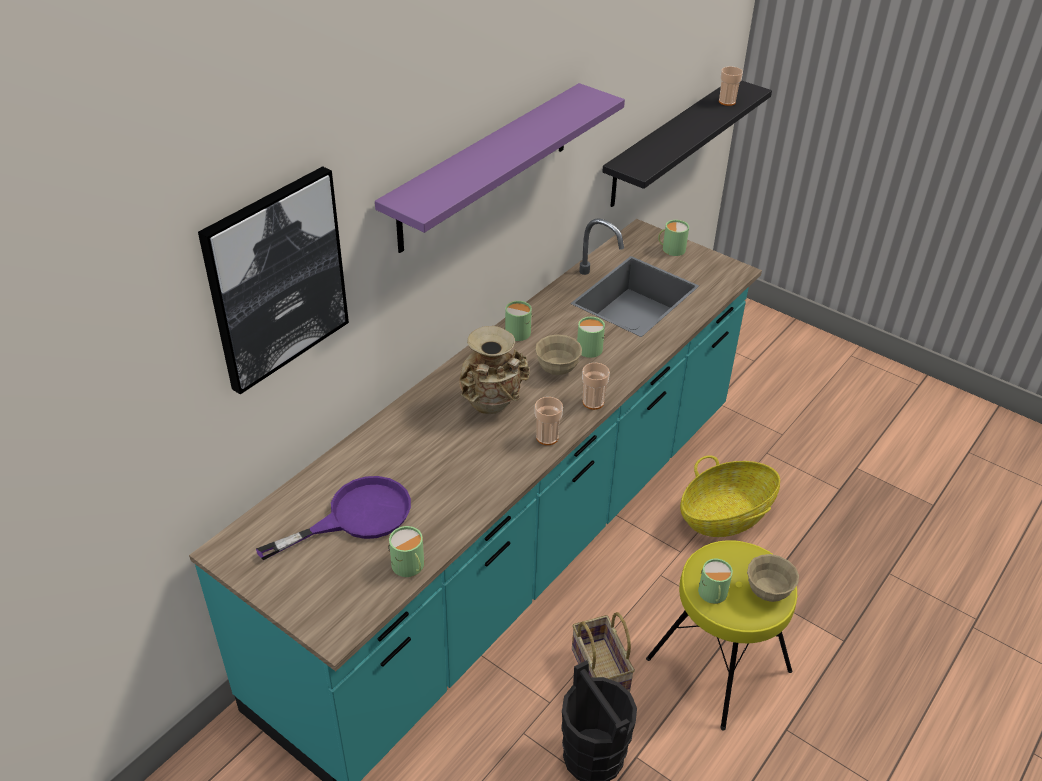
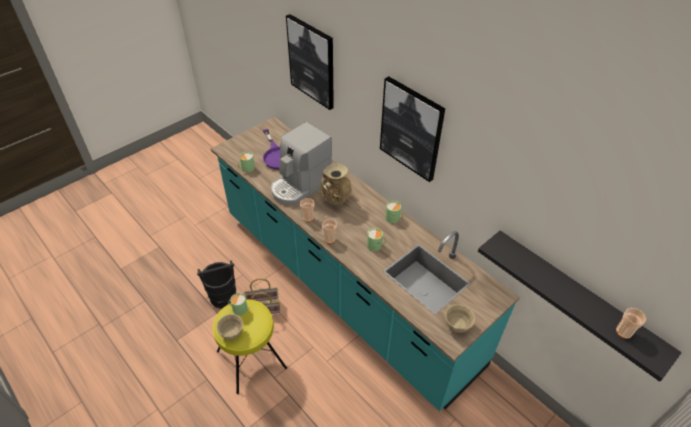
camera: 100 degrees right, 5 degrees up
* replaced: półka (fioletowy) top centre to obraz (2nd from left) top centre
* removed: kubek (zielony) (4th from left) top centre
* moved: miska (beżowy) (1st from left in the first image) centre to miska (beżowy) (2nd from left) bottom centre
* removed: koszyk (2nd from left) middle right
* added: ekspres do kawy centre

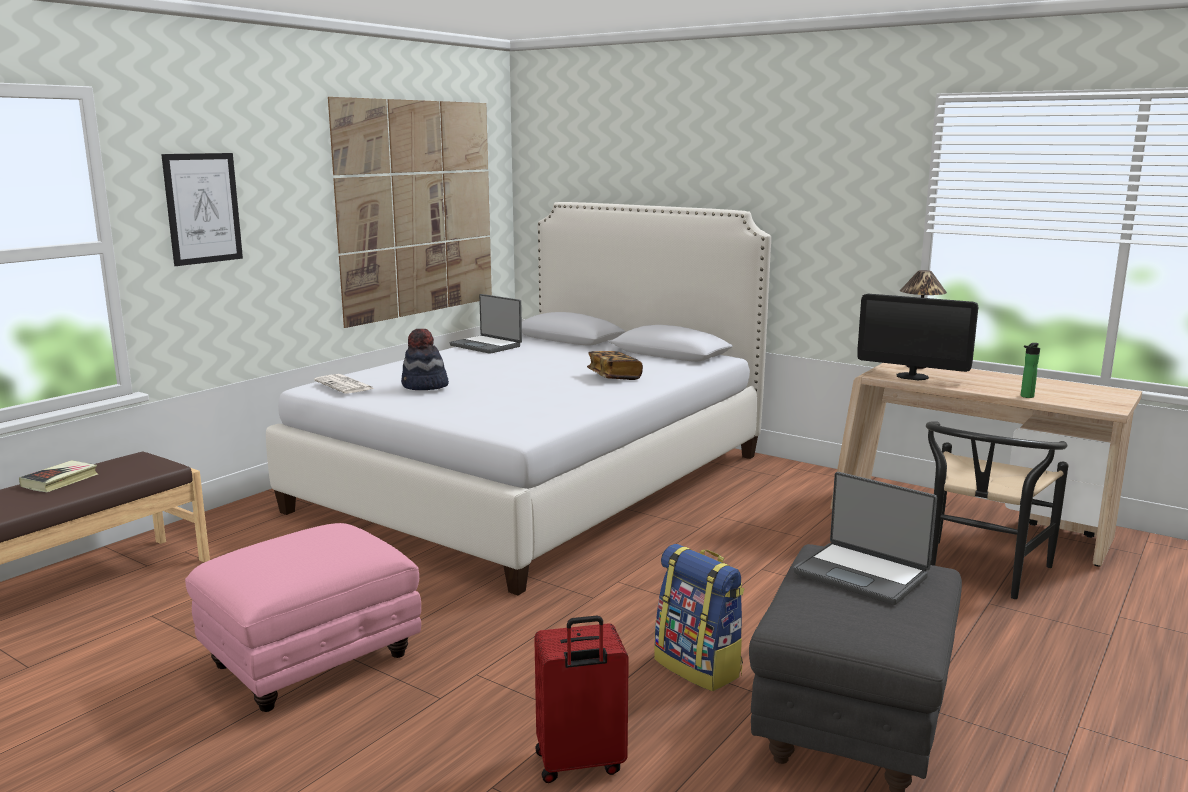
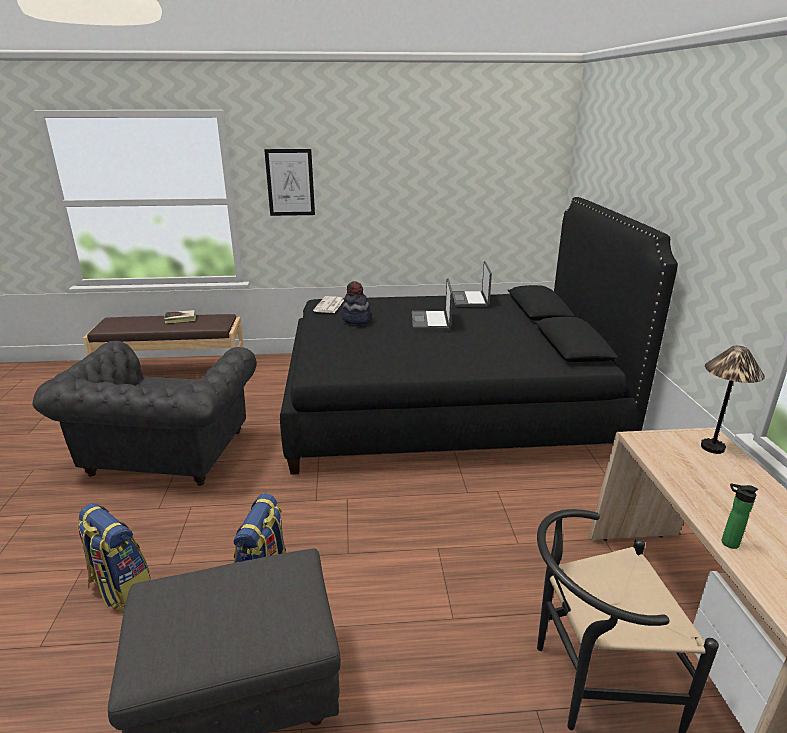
camera: 50 degrees right, 10 degrees up
* removed: obraz (2nd from left) top centre
* recoloured: łóżko (biały) centre to łóżko (czarny) centre
* removed: monitor middle right
* removed: książka (2nd from left) centre
* moved: laptop (2nd from left in the first image) bottom right to laptop (1st from left) centre
* replaced: pufa (różowy) bottom left to fotel (szary) middle left
* replaced: walizka (czerwony) bottom centre to plecak (1st from left) bottom left

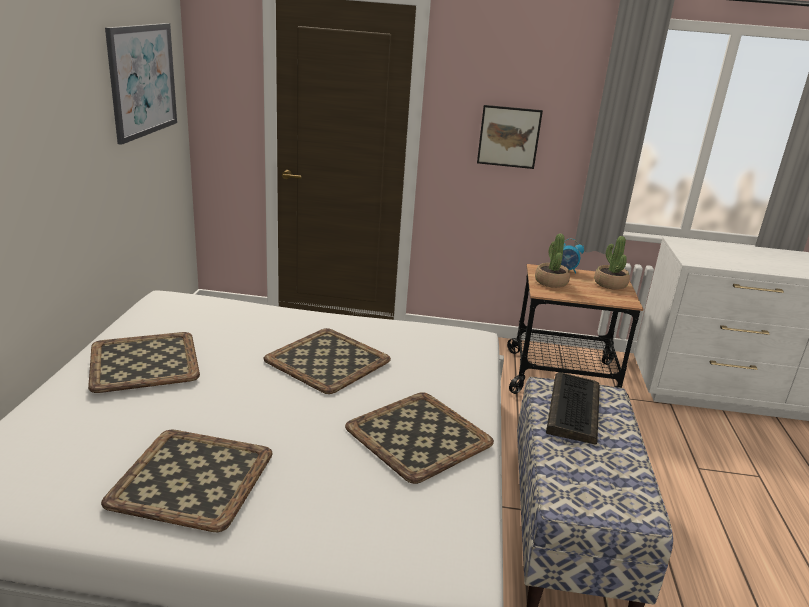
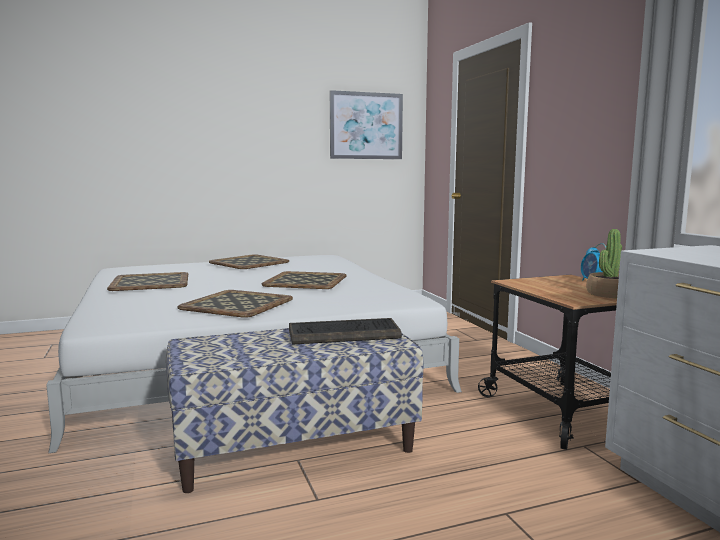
camera: 65 degrees right, 15 degrees down
* removed: obraz (2nd from left) top centre
* removed: roślina doniczkowa (1st from left) middle right

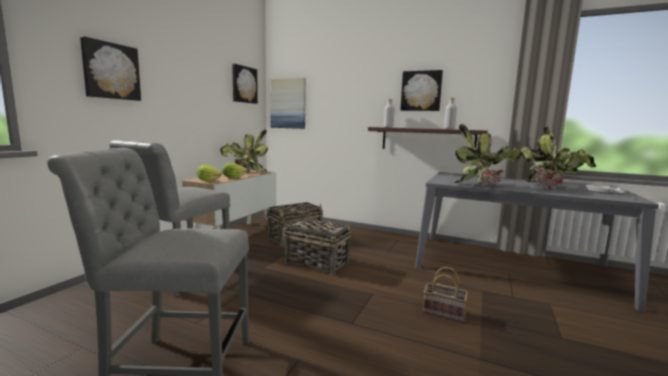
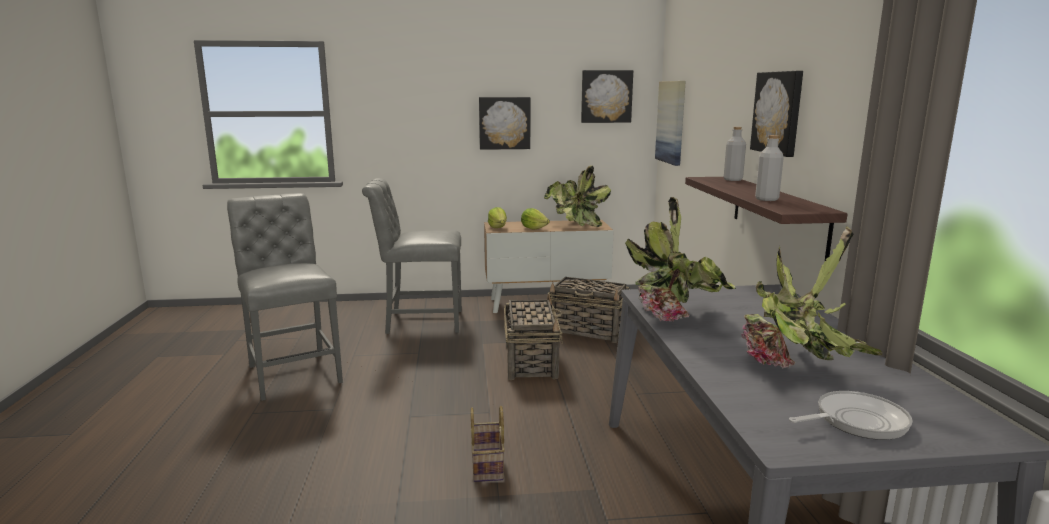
camera: 60 degrees right, 5 degrees up
* moved: obraz (1st from left) top left to top centre

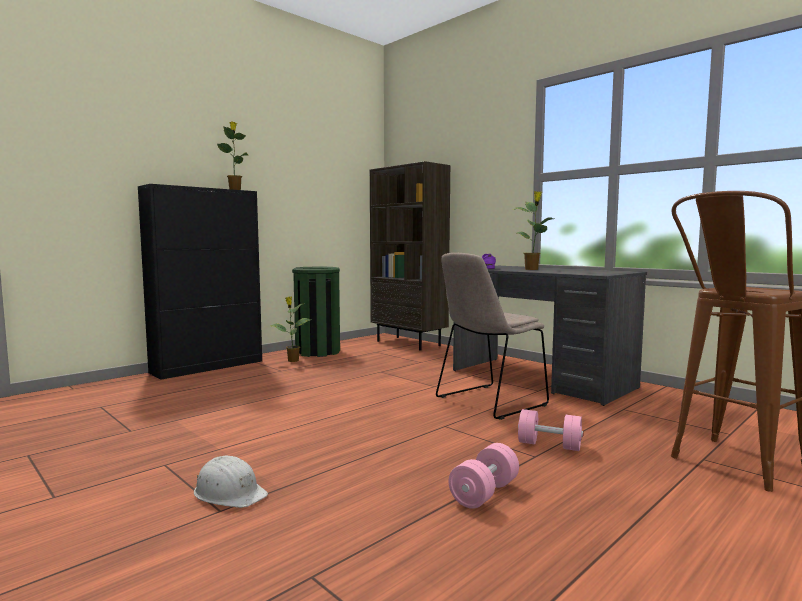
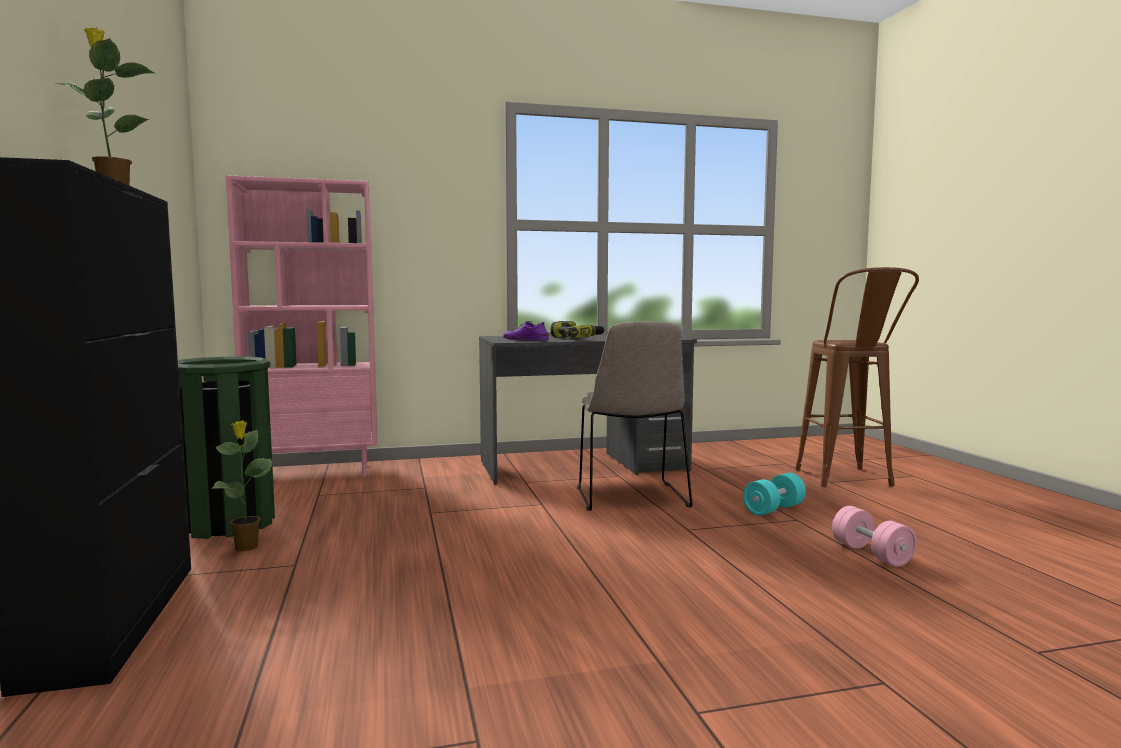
camera: 60 degrees left, 0 degrees up
* recoloured: regał (brązowy) centre to regał (różowy) middle left
* replaced: roślina doniczkowa (3rd from left) centre to wiertarka centre
* recoloured: hantel (różowy) (2nd from left) bottom right to hantel (turkusowy) middle right
* removed: kask (biały) bottom left

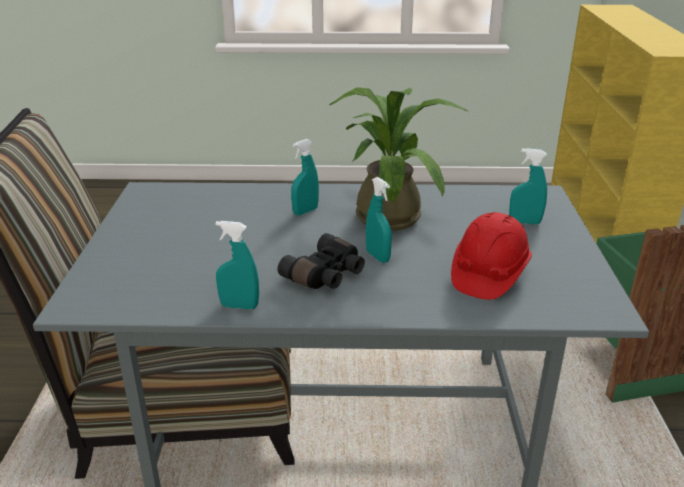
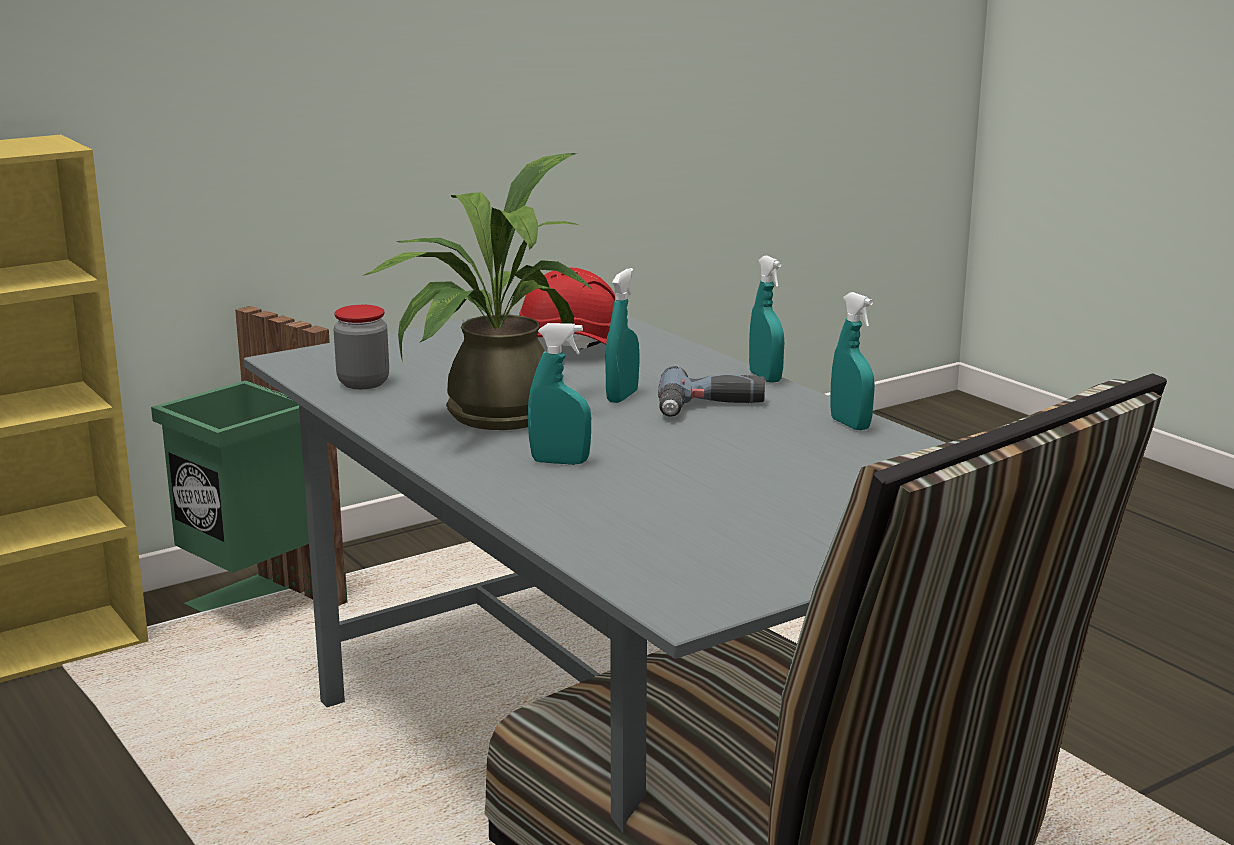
camera: 125 degrees left, 10 degrees down
* moved: spryskiwacz (turkusowy) (4th from left in the first image) middle right to spryskiwacz (turkusowy) (3rd from left) centre
* replaced: lornetka (czarny) centre to wiertarka centre
* added: słoik middle left

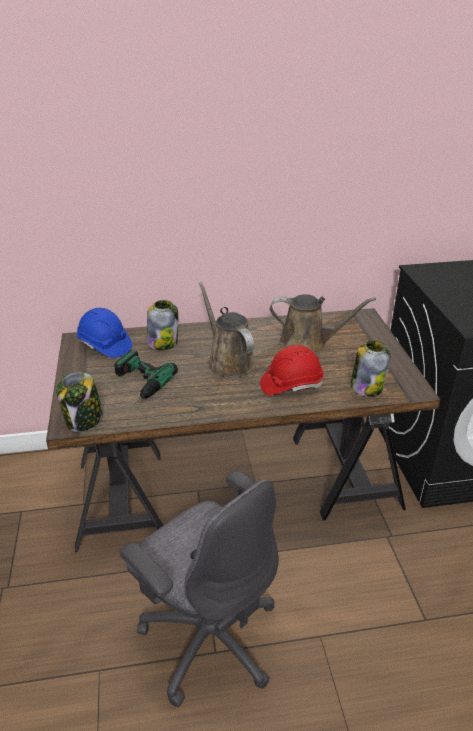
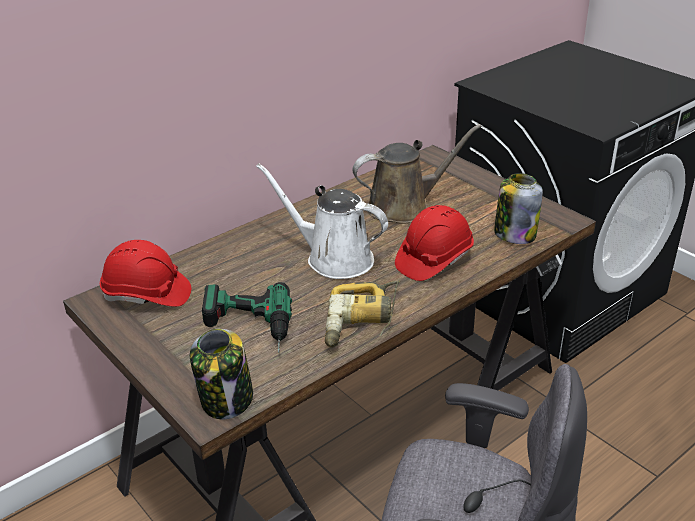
camera: 30 degrees left, 0 degrees up
* recoloured: konewka (brązowy) (1st from left) centre to konewka (biały) centre
* removed: słoik (2nd from left) centre
* recoloured: kask (niebieski) middle left to kask (czerwony) (1st from left) middle left
* added: wiertarka (2nd from left) centre

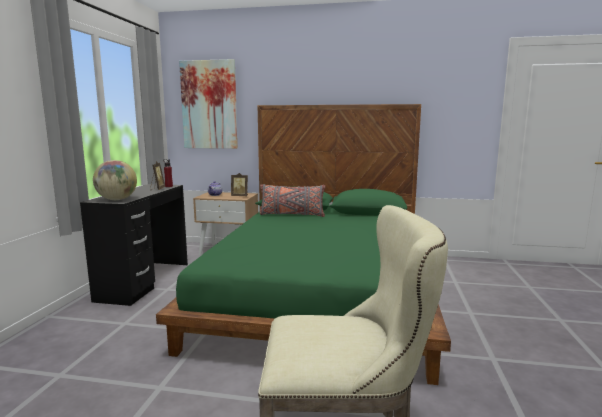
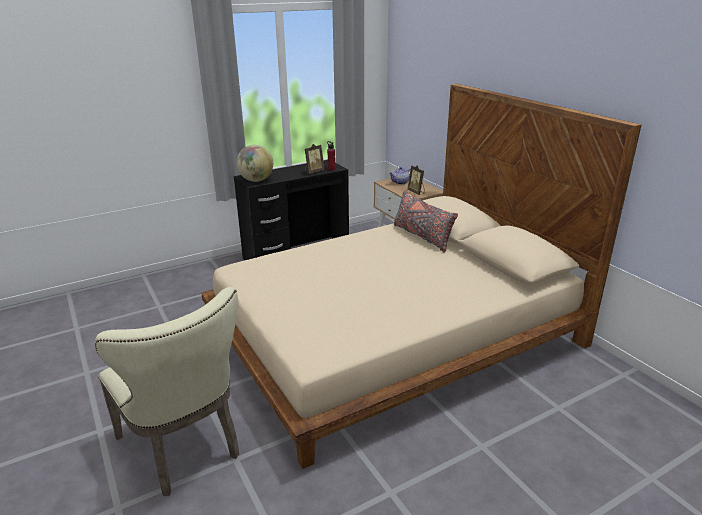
camera: 50 degrees right, 15 degrees up
* removed: obraz top centre
* recoloured: łóżko (zielony) centre to łóżko (beżowy) centre

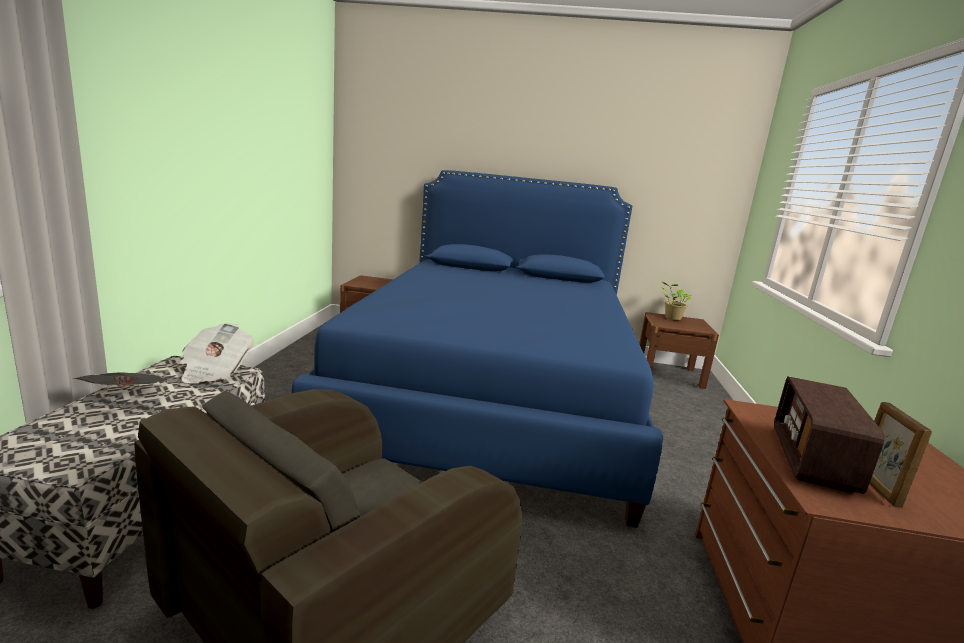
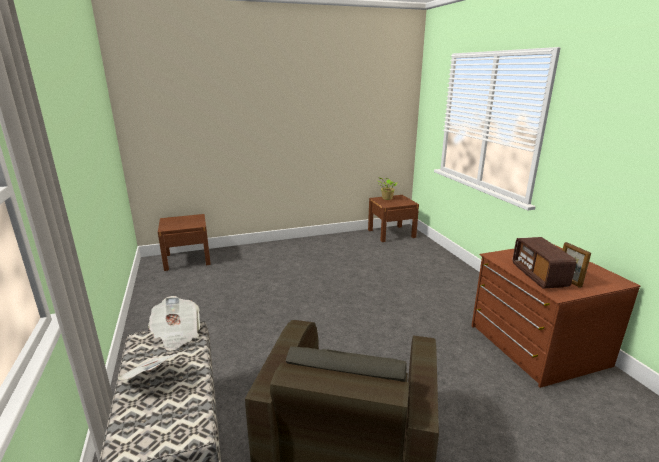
camera: 25 degrees left, 5 degrees up
* removed: łóżko (niebieski) centre

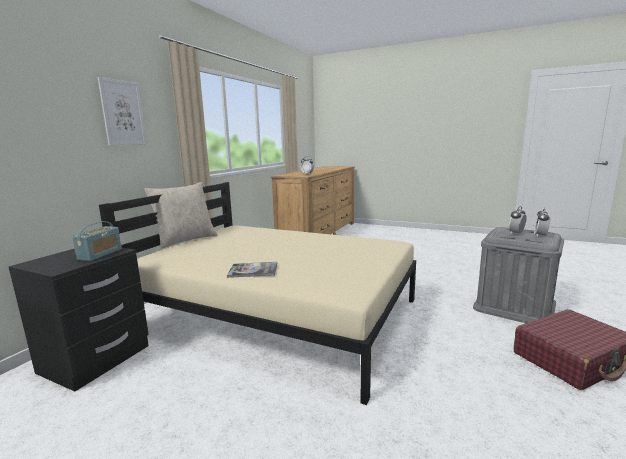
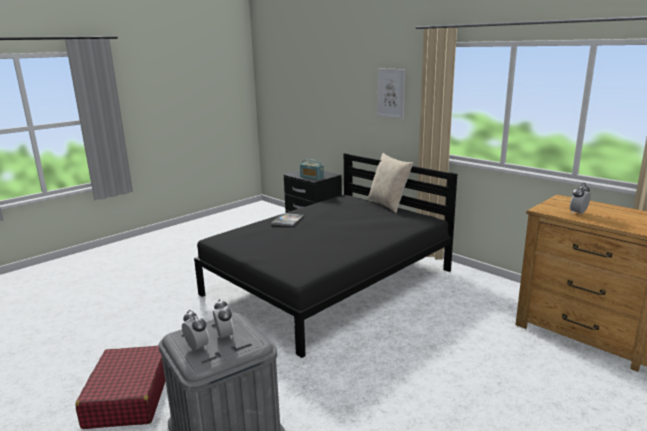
camera: 110 degrees right, 5 degrees up
* recoloured: łóżko (beżowy) centre to łóżko (czarny) centre

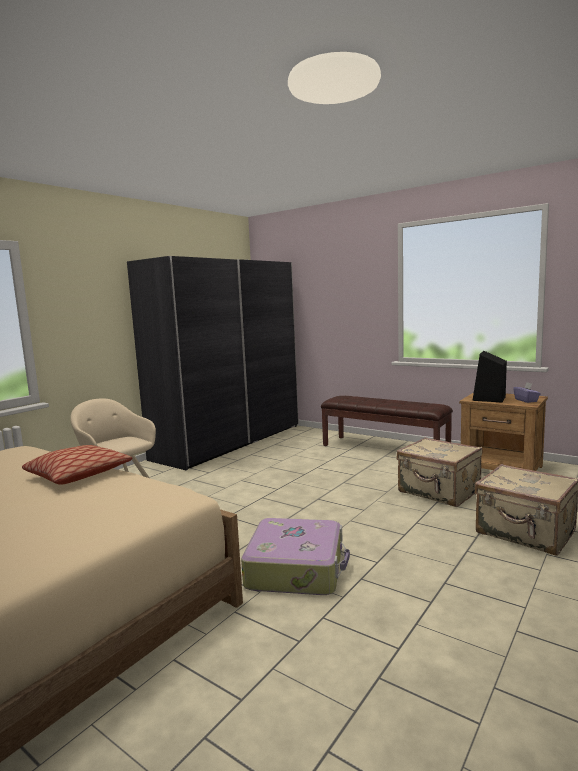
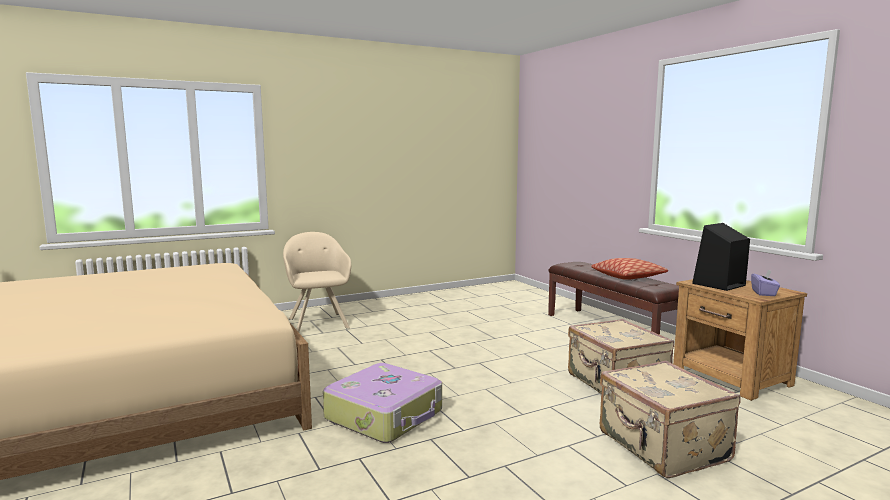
camera: 25 degrees right, 0 degrees up
* removed: szafa (szary) centre
* moved: poduszka middle left to middle right

